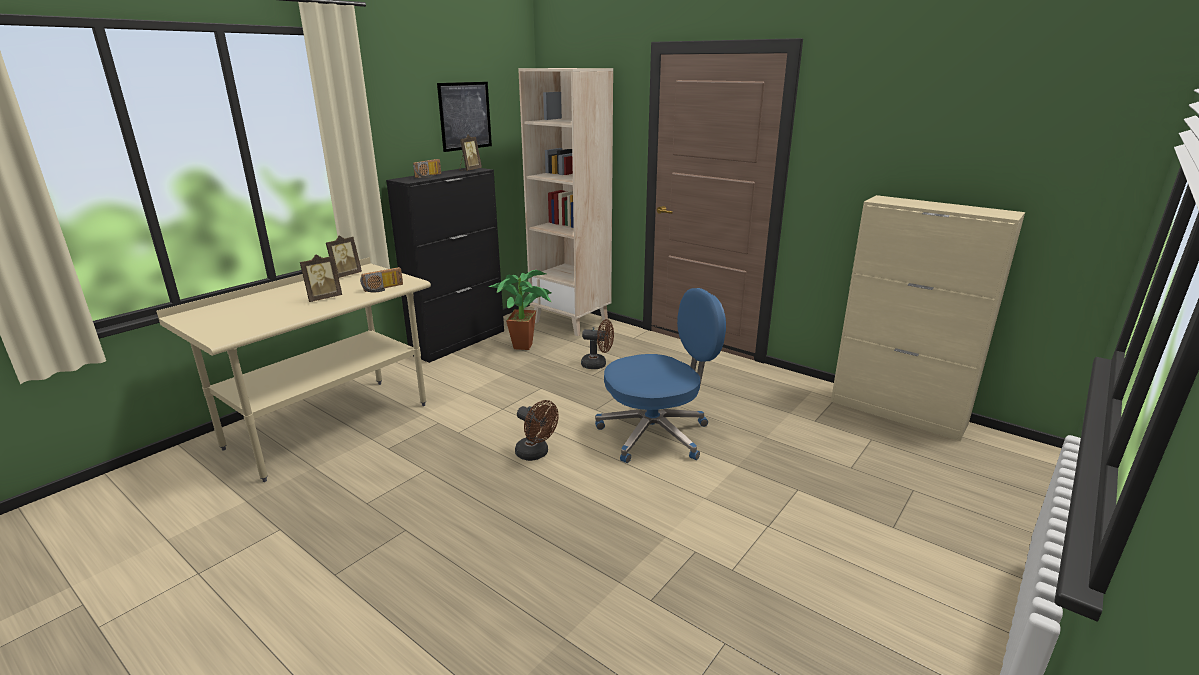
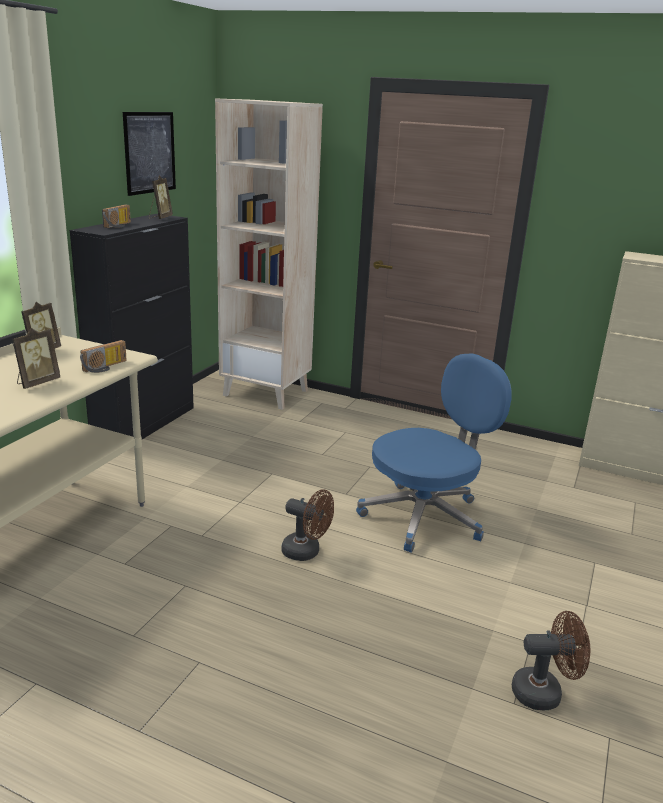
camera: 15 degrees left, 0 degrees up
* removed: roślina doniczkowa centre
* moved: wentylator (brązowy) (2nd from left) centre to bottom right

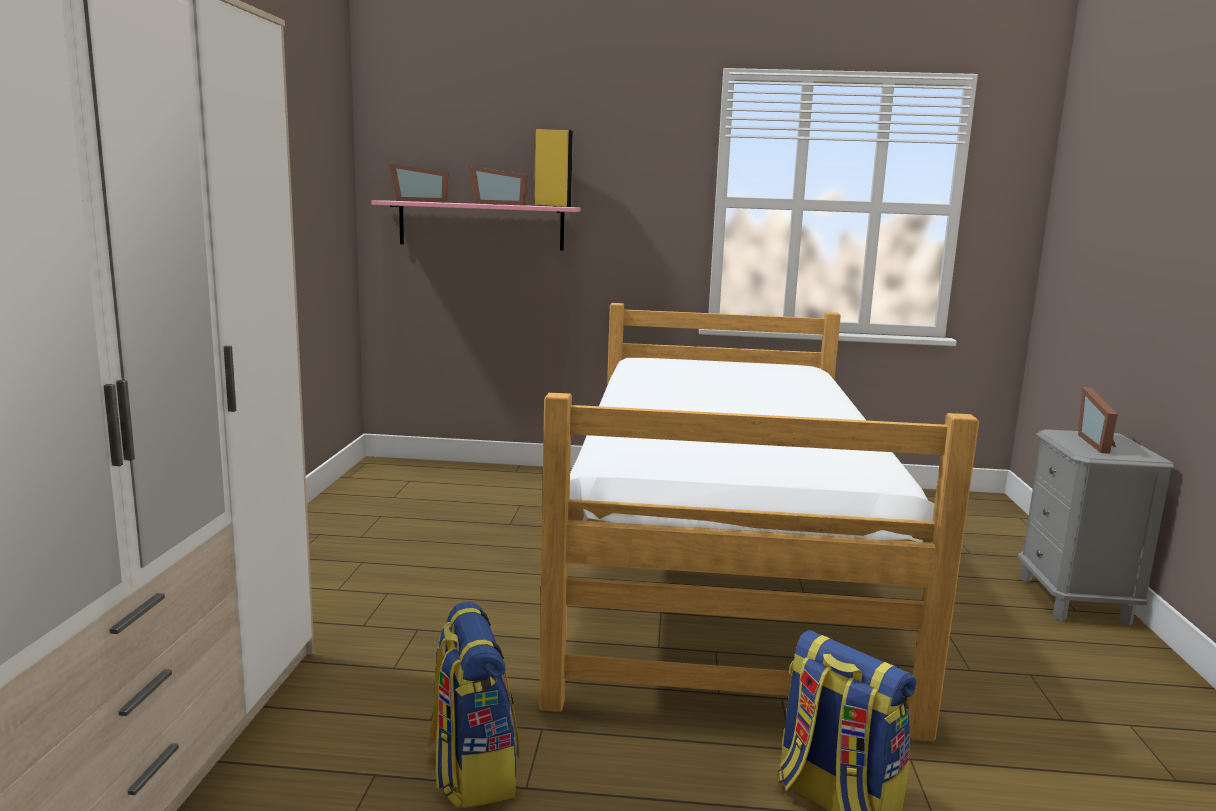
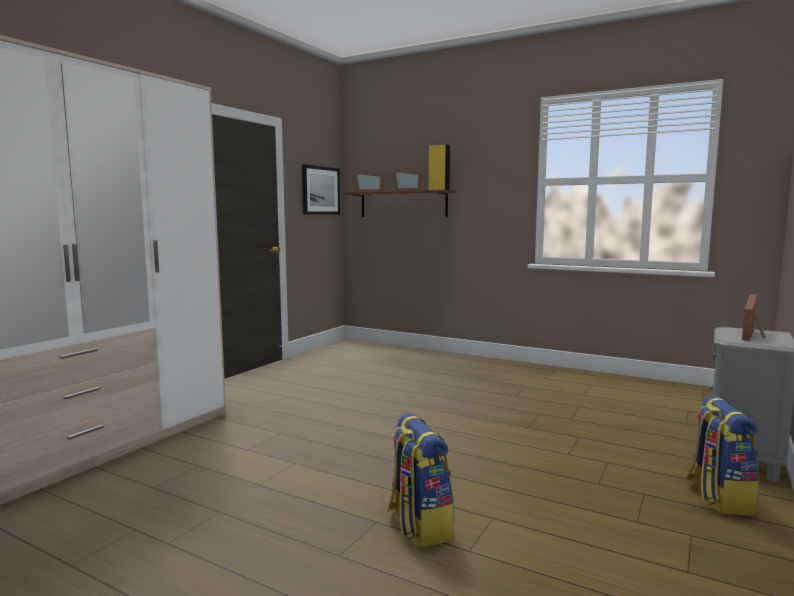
camera: 25 degrees right, 5 degrees down
* recoloured: półka (różowy) top centre to półka (brązowy) centre
* removed: łóżko centre
* moved: plecak (1st from left in the first image) bottom centre to plecak (2nd from left) bottom right
* added: obraz top centre

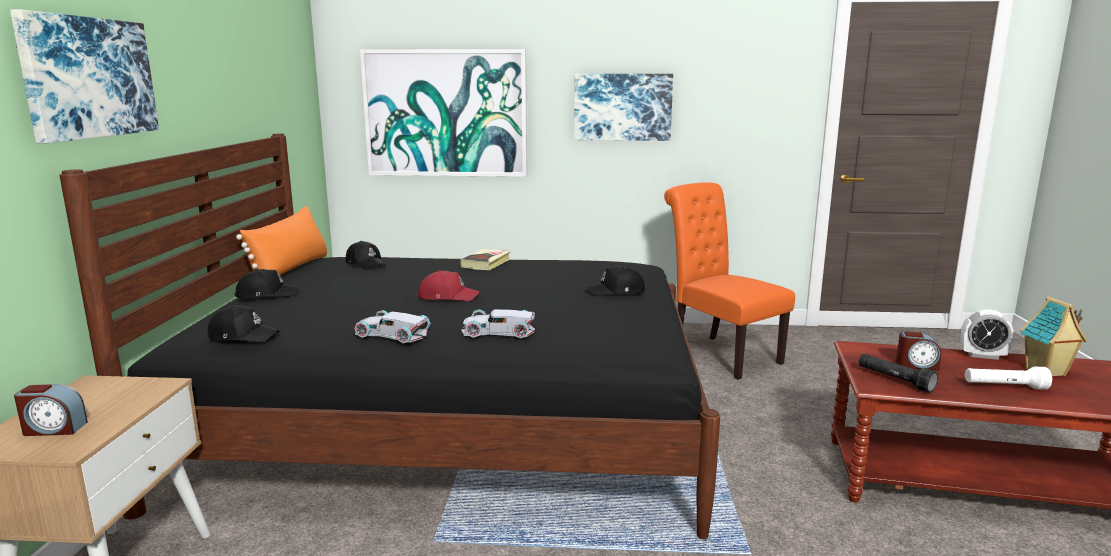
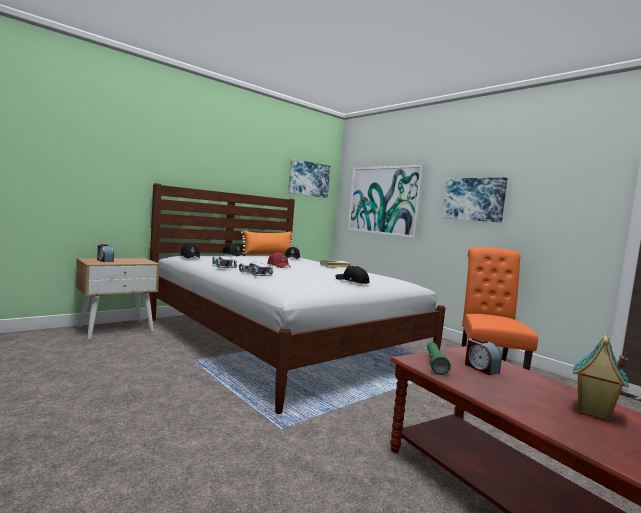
camera: 45 degrees right, 10 degrees down
* moved: obraz (1st from left) top left to centre
* recoloured: łóżko (czarny) centre to łóżko (biały) centre
* removed: budzik (3rd from left) middle right
* recoloured: latarka (czarny) bottom right to latarka (zielony) bottom right
* removed: latarka (biały) bottom right

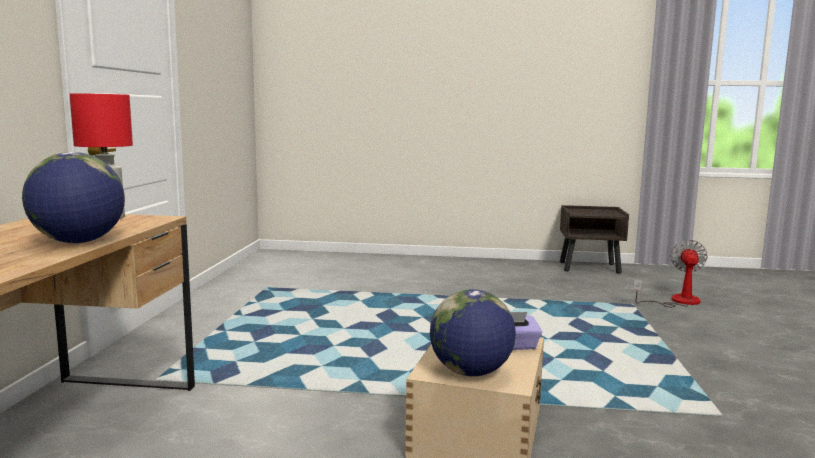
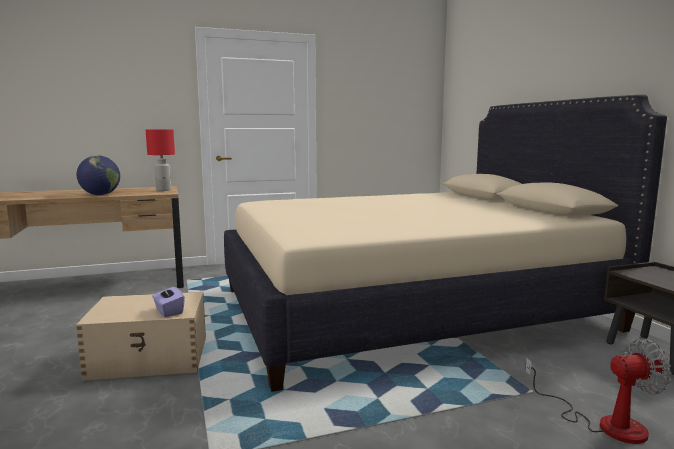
camera: 65 degrees right, 0 degrees up
* removed: globus (2nd from left) bottom centre
* added: łóżko (beżowy) centre

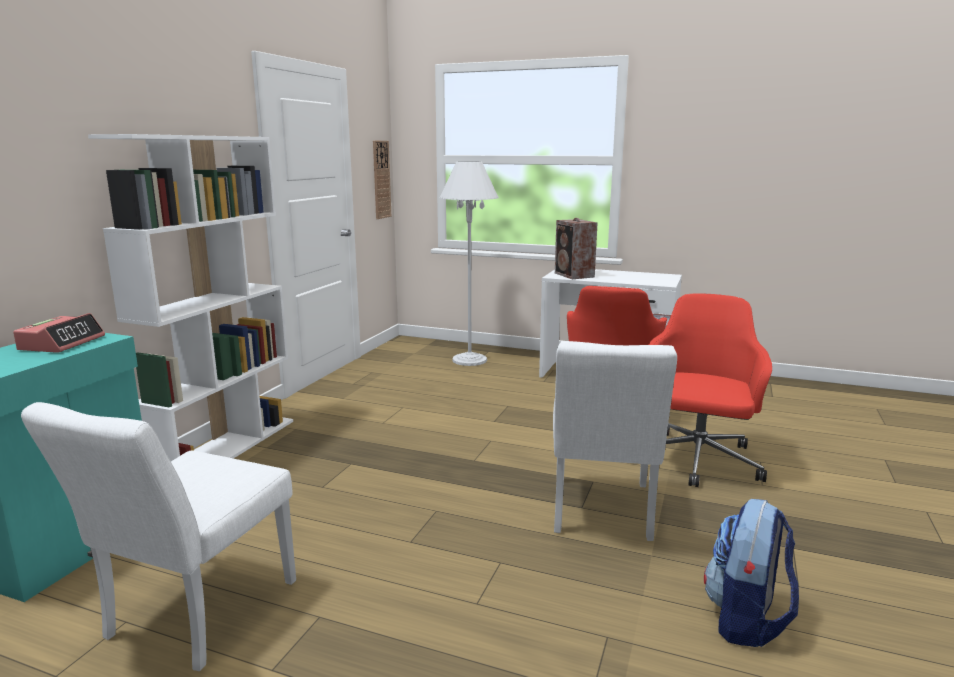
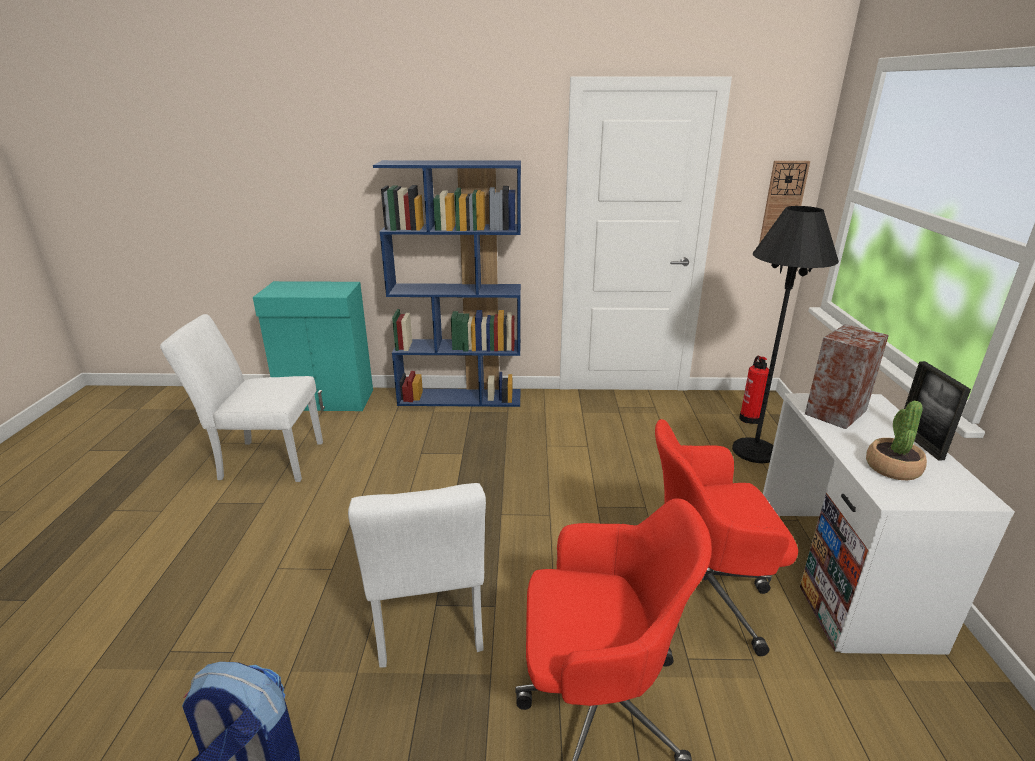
camera: 70 degrees right, 10 degrees up
* recoloured: regał (biały) middle left to regał (niebieski) centre
* recoloured: lampa stojąca (biały) centre to lampa stojąca (czarny) middle right
* removed: budzik middle left
* turned: krzesło (biały) (2nd from left) centre = bottom centre 90 degrees counterclockwise
* added: gaśnica middle right
* added: ramka na zdjęcie middle right
* added: roślina doniczkowa middle right

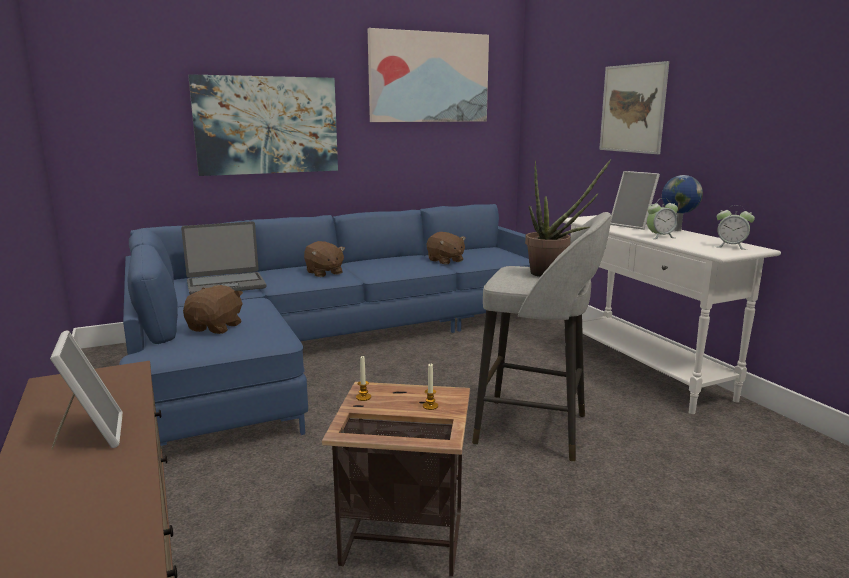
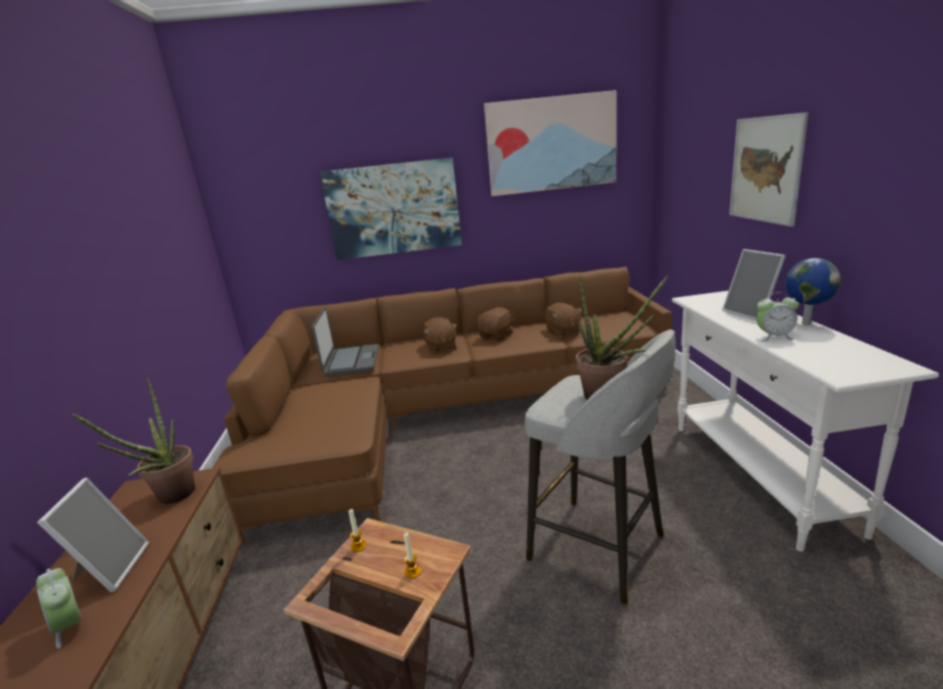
camera: 20 degrees right, 5 degrees up
* recoloured: kanapa (niebieski) centre to kanapa (brązowy) centre
* moved: budzik (2nd from left in the first image) middle right to budzik (1st from left) bottom left
* turned: laptop middle left = centre 90 degrees counterclockwise
* moved: pluszak (brązowy) (1st from left in the first image) middle left to pluszak (brązowy) (2nd from left) centre
* added: roślina doniczkowa (1st from left) middle left

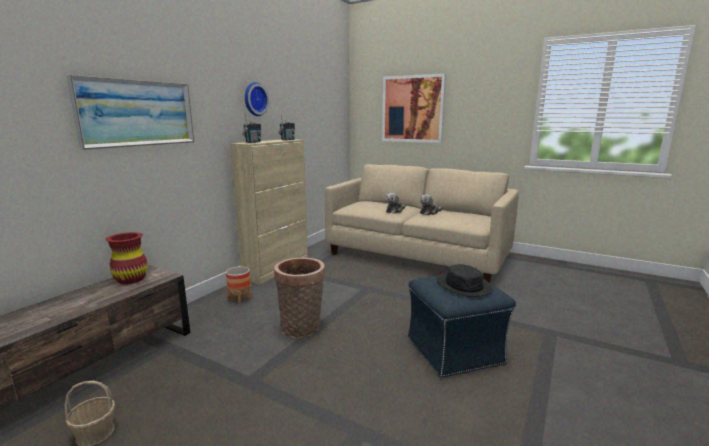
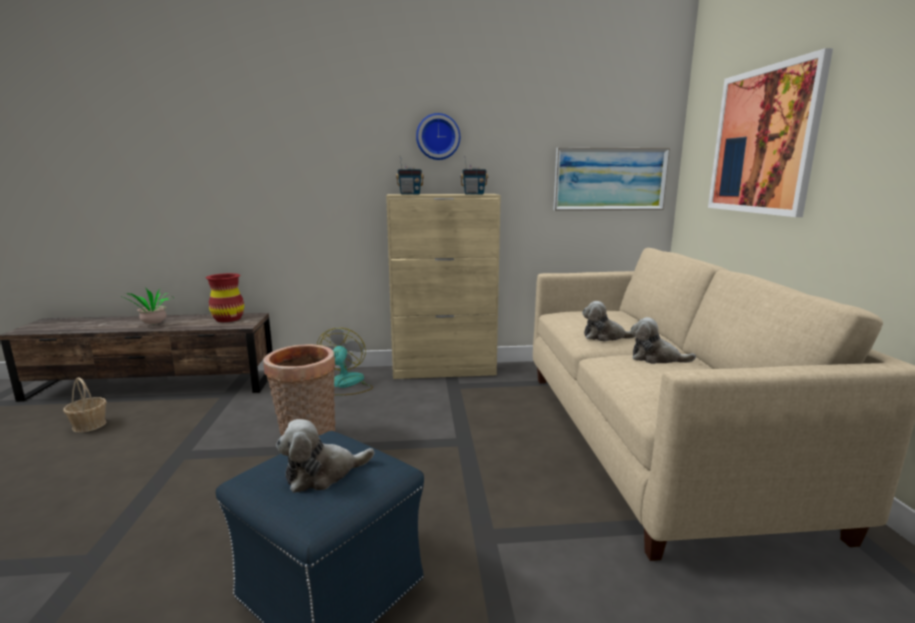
camera: 55 degrees right, 0 degrees up
* moved: obraz (1st from left) top left to top right
* replaced: kapelusz (czarny) centre to pluszak (1st from left) bottom centre
* replaced: donica centre to wentylator centre
* added: roślina doniczkowa middle left

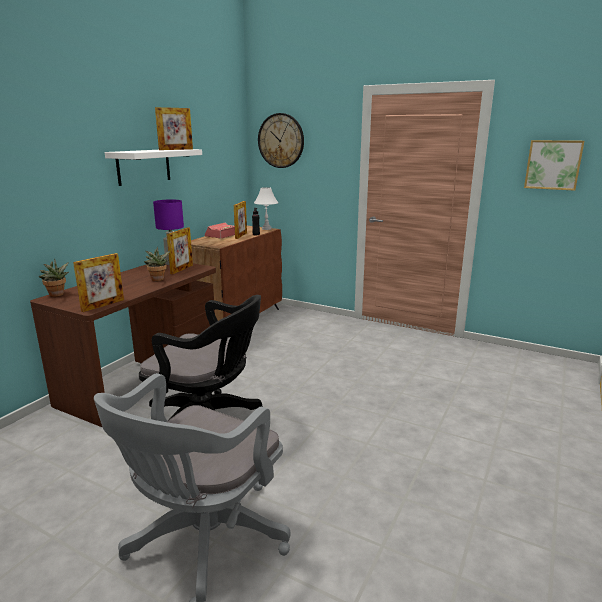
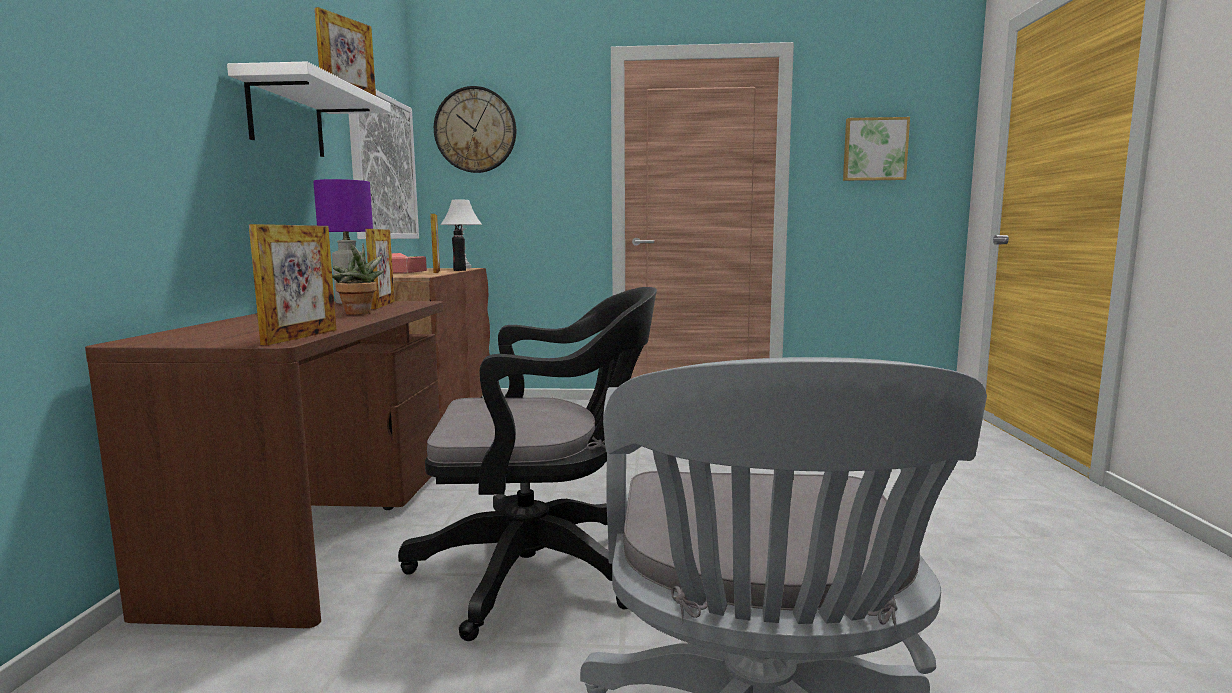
camera: 25 degrees left, 10 degrees down
* removed: roślina doniczkowa (1st from left) middle left
* added: obraz (1st from left) top left

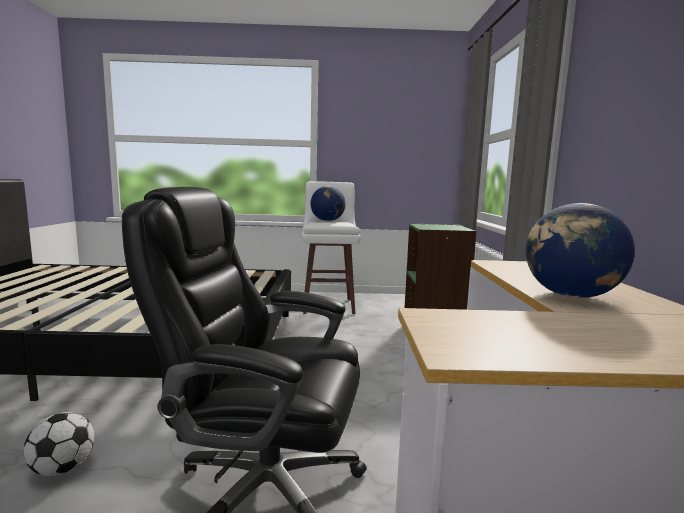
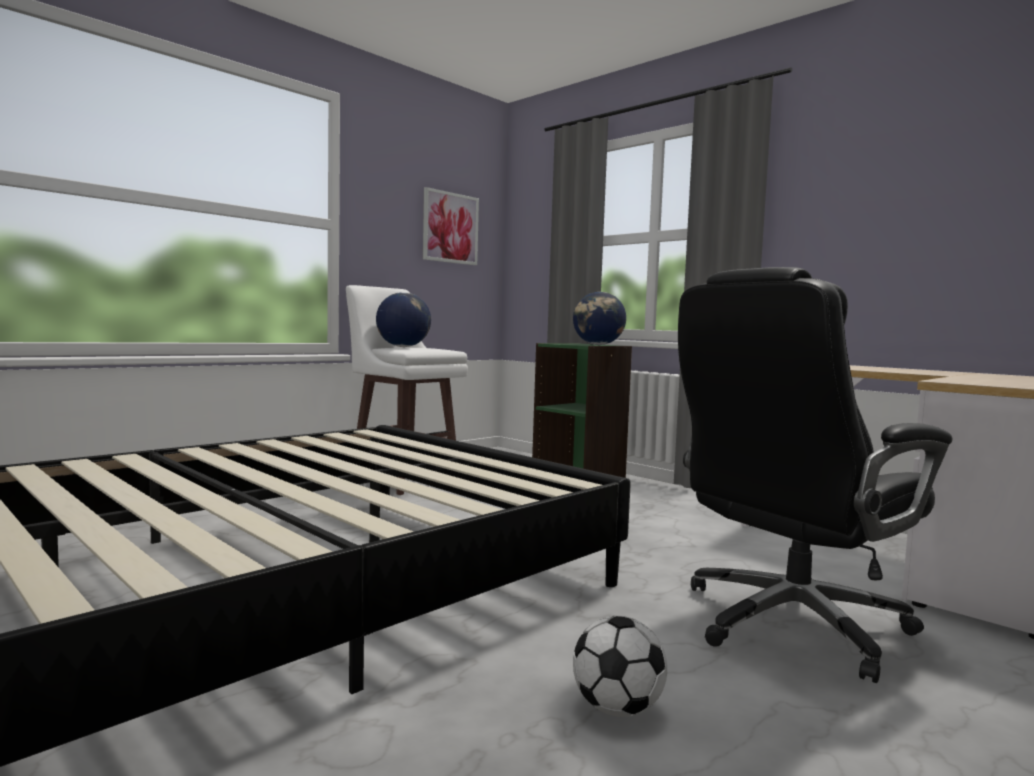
camera: 45 degrees left, 5 degrees down
* moved: globus (2nd from left) middle right to centre
* added: obraz top centre

